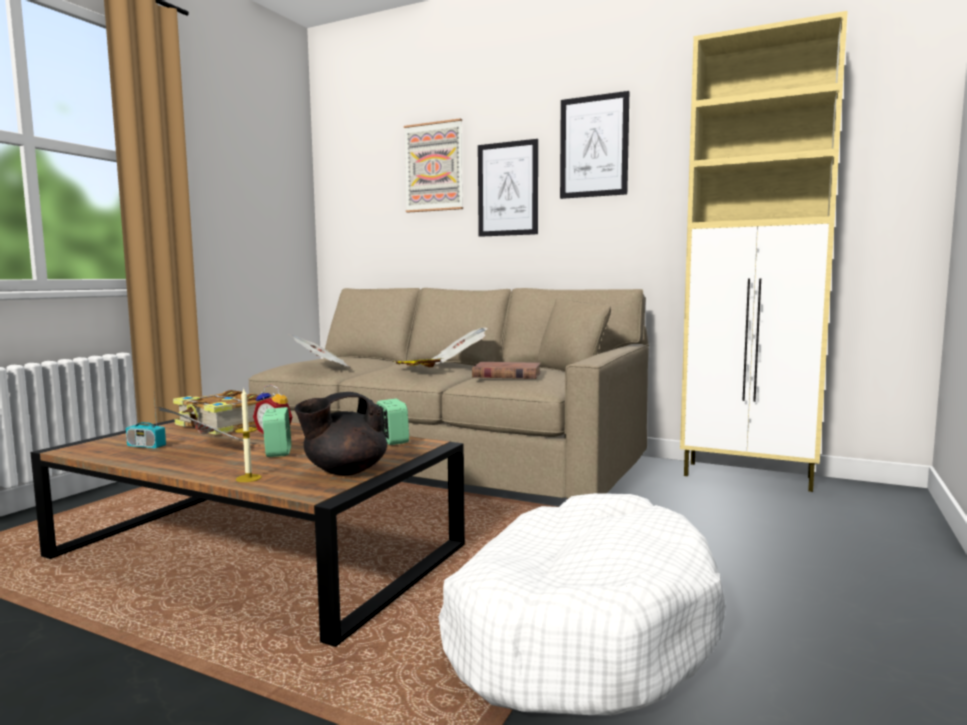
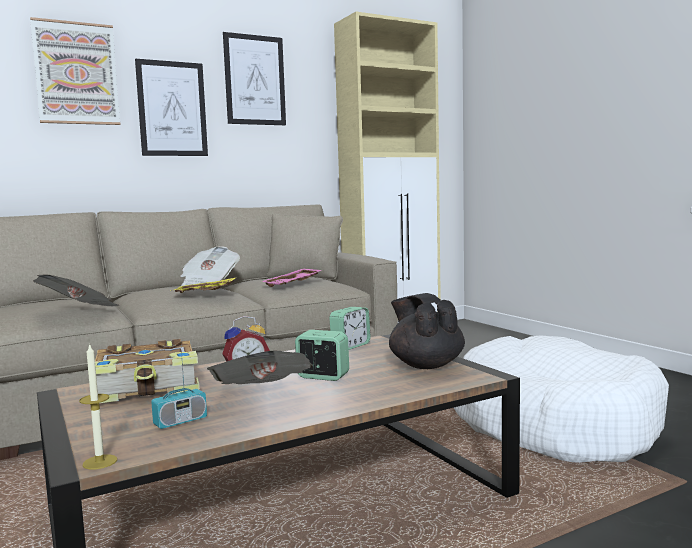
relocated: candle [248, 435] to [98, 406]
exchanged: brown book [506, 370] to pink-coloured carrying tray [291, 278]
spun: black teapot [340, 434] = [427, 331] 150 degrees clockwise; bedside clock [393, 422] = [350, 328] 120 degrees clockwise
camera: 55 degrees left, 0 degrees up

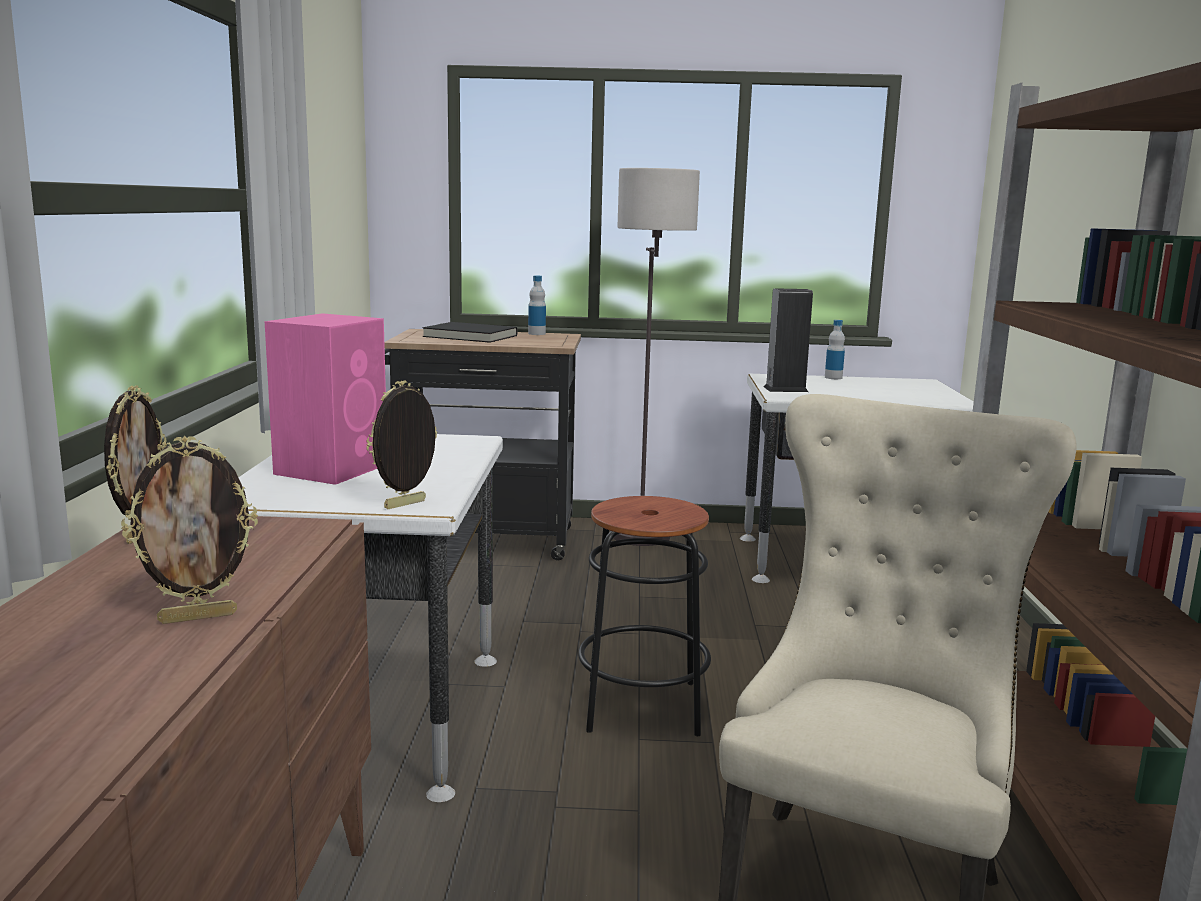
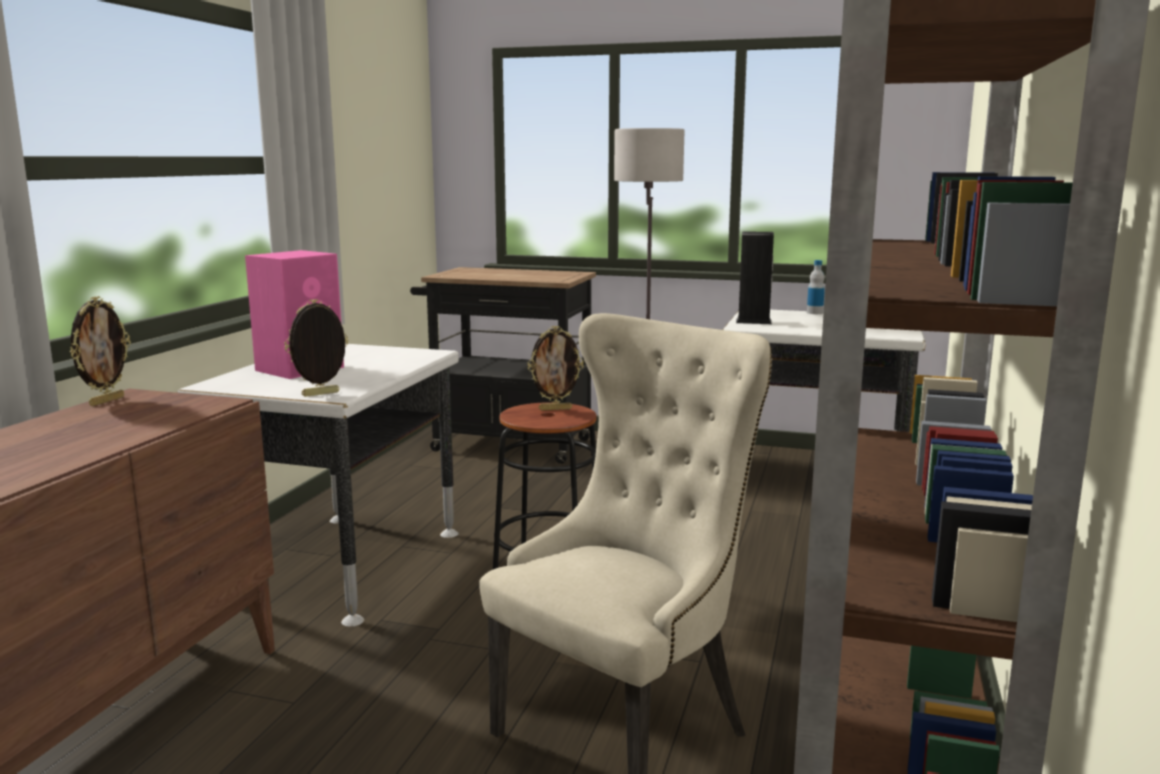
missing: black book [470, 332]; drink bottle [537, 305]
relocated: standing frame [189, 530] to [555, 368]
camera: 15 degrees right, 0 degrees up

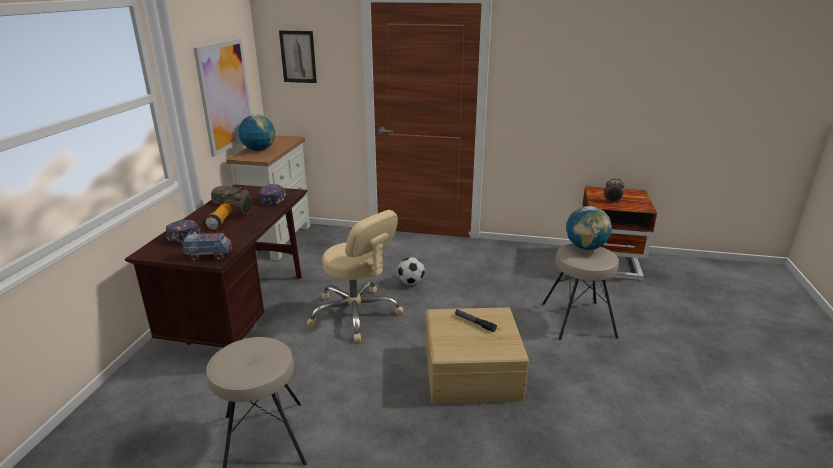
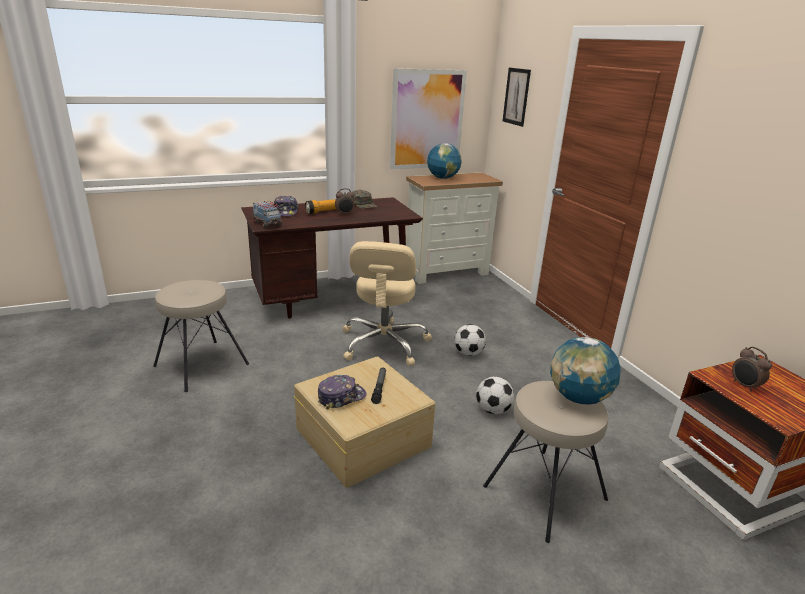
appeared: ball for football [495, 395]
relocated: cap [273, 194] to [342, 392]
camera: 55 degrees right, 0 degrees up

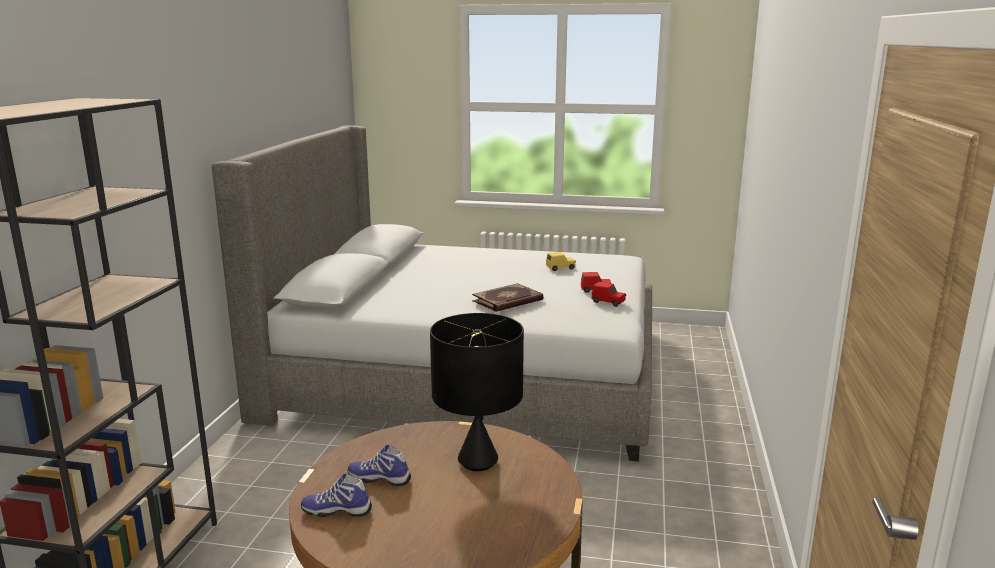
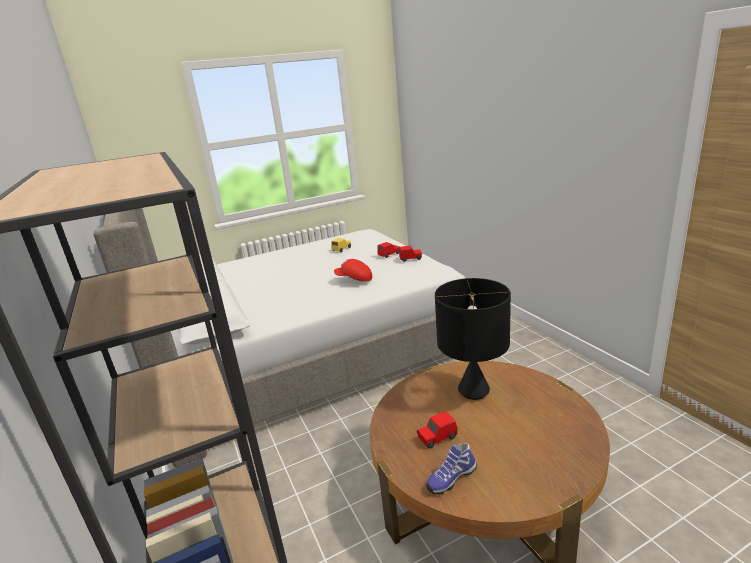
exchanged: item of footwear [379, 465] to reddish model car [437, 430]; book [507, 297] to reddish cap [353, 270]
camera: 35 degrees left, 5 degrees up

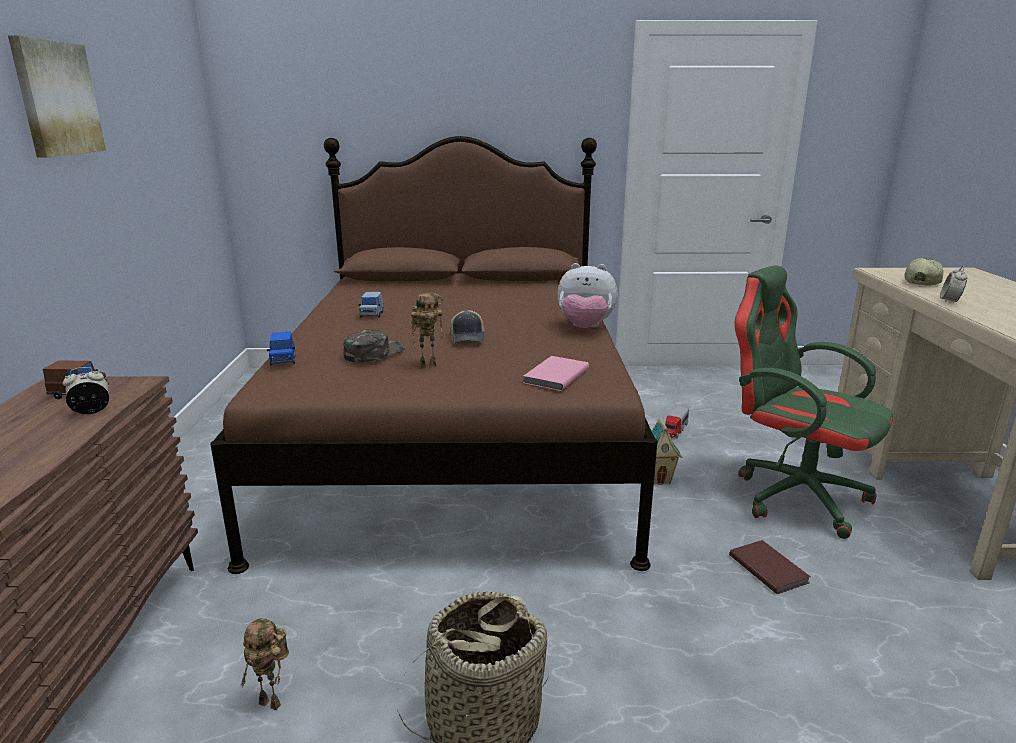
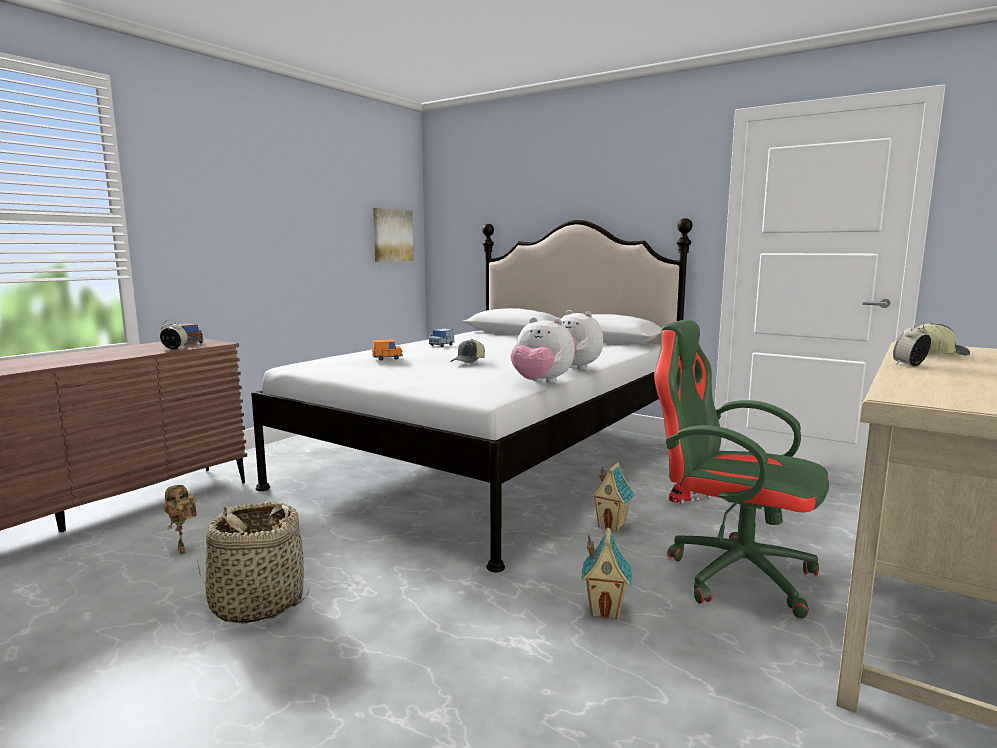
missing: blue-coloured model car [281, 348]; model robot [427, 330]; pink-coloured book [556, 373]
appeared: plush toy [542, 350]
relocated: wall art [57, 96] to [393, 235]
exchanged: green cap [374, 345] to orange model car [387, 349]; brown book [770, 567] to toy house [606, 573]
colour: brown sleeping bed [434, 355] to whitish sleeping bed [471, 395]
spun: green office chair [814, 402] = [741, 469] 45 degrees counterclockwise
camera: 35 degrees right, 10 degrees down

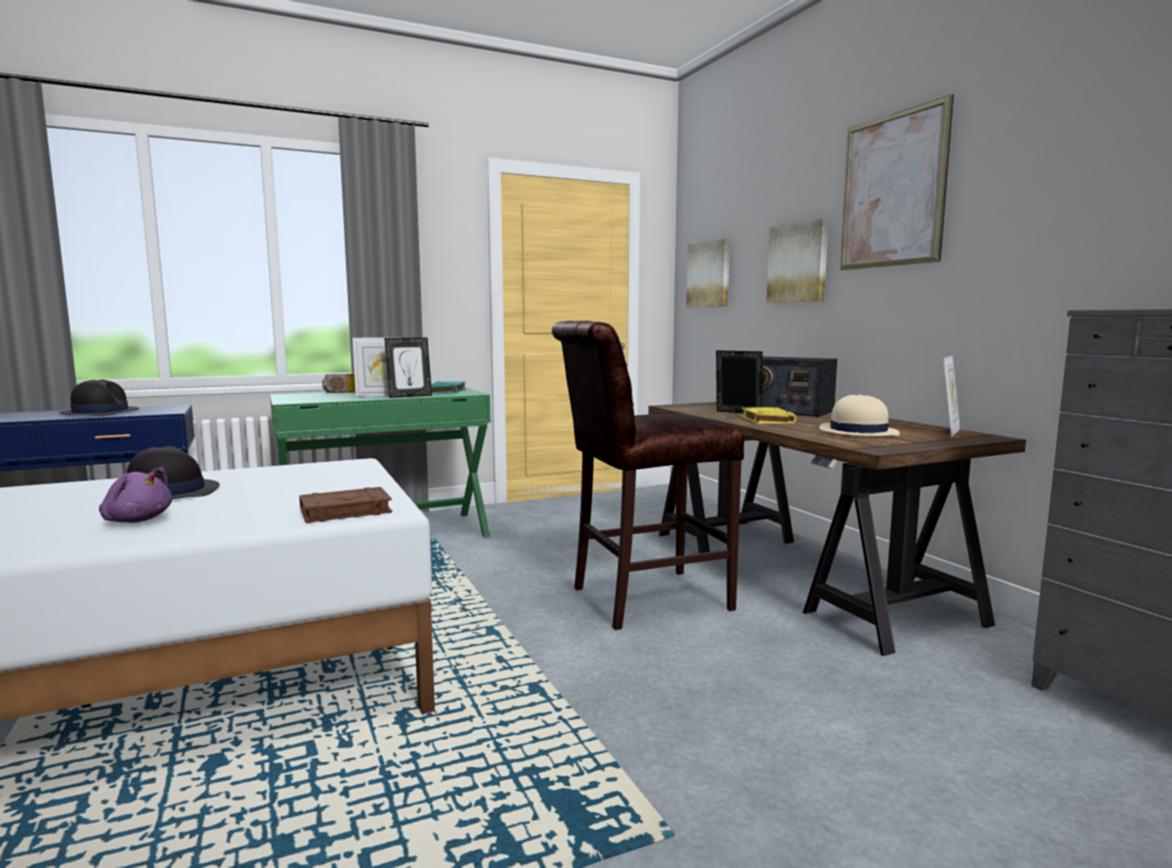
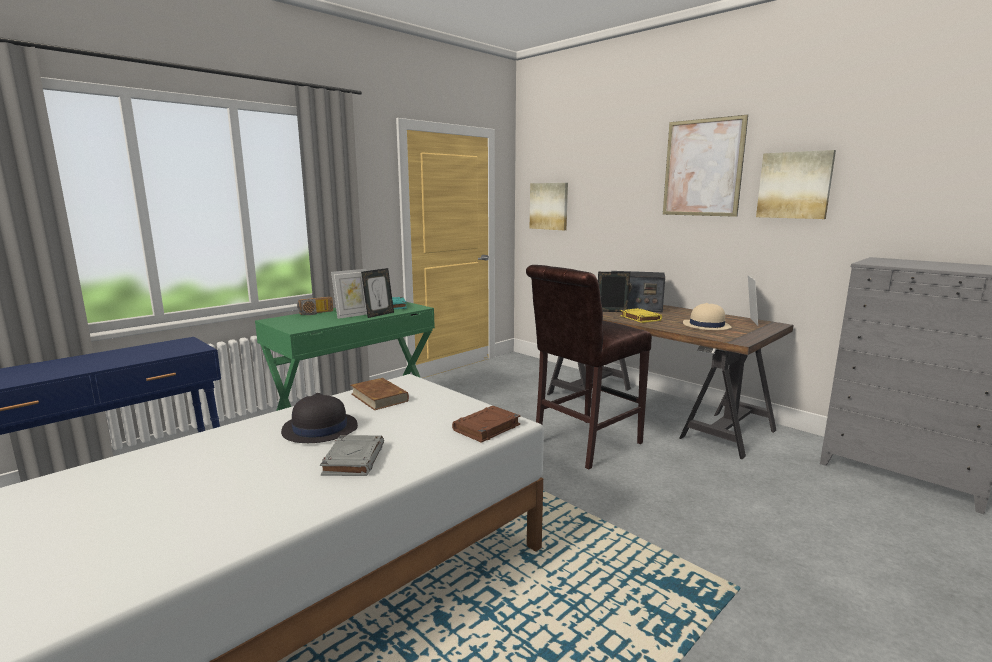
missing: black wearable hat [99, 398]
appeared: brown book [380, 394]
relocated: wall art [797, 260] to [796, 184]
exchanged: purple plush toy [135, 495] to greyish book [352, 455]
camera: 20 degrees left, 5 degrees up

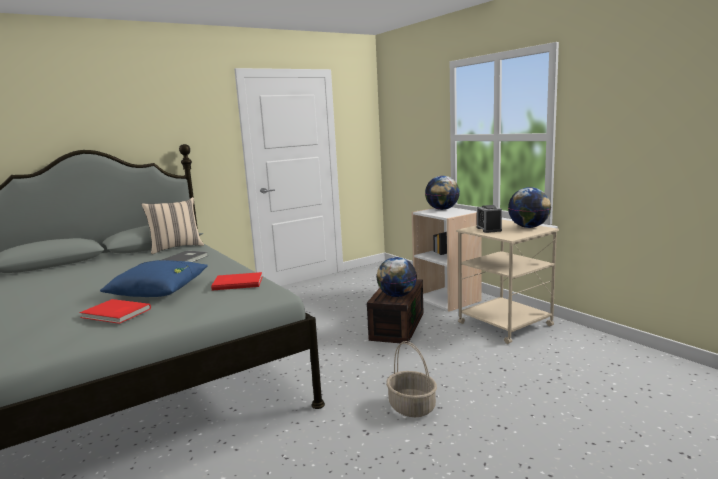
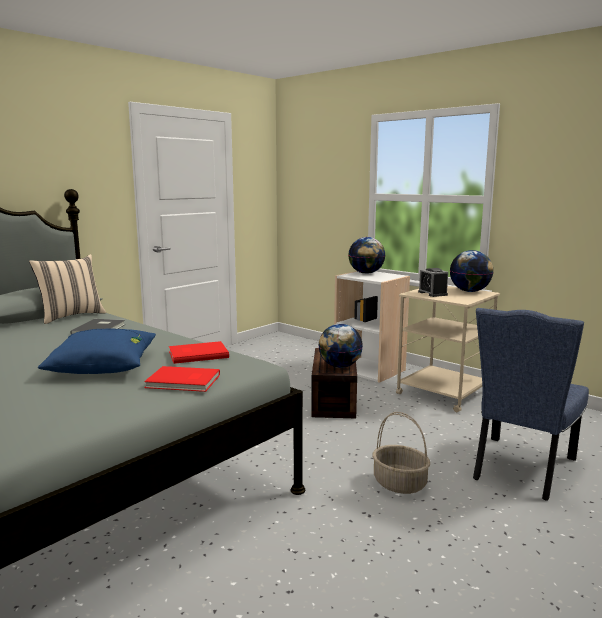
appeared: blue-coloured upright chair [531, 404]
relocated: reddish book [115, 311] to [182, 379]
camera: 15 degrees left, 0 degrees up

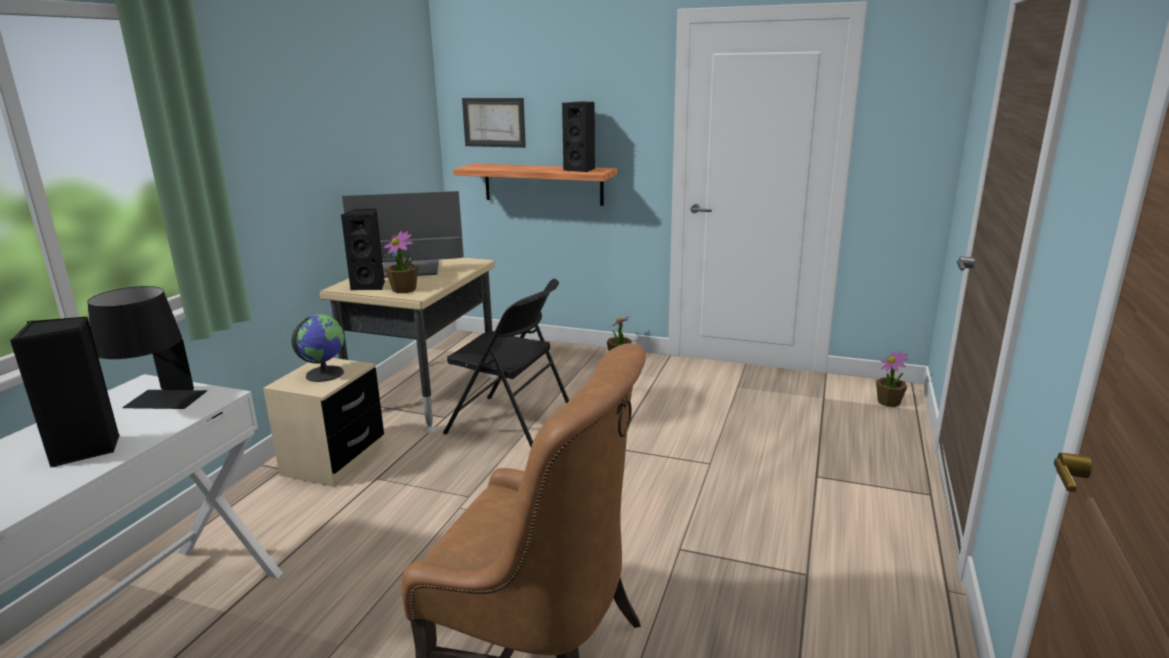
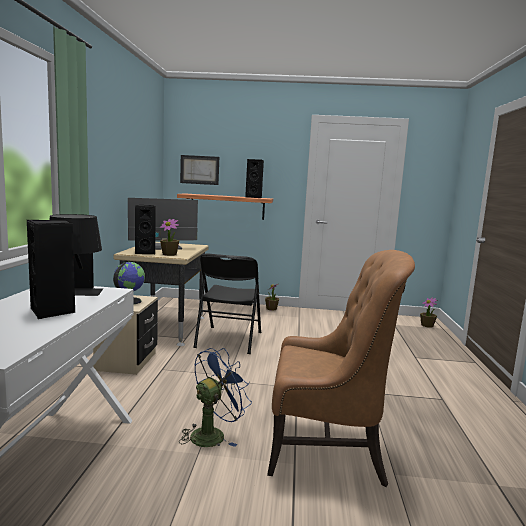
appeared: blue-coloured fan [215, 397]
spun: black upright chair [506, 363] = [227, 304] 90 degrees clockwise
camera: 15 degrees left, 10 degrees down

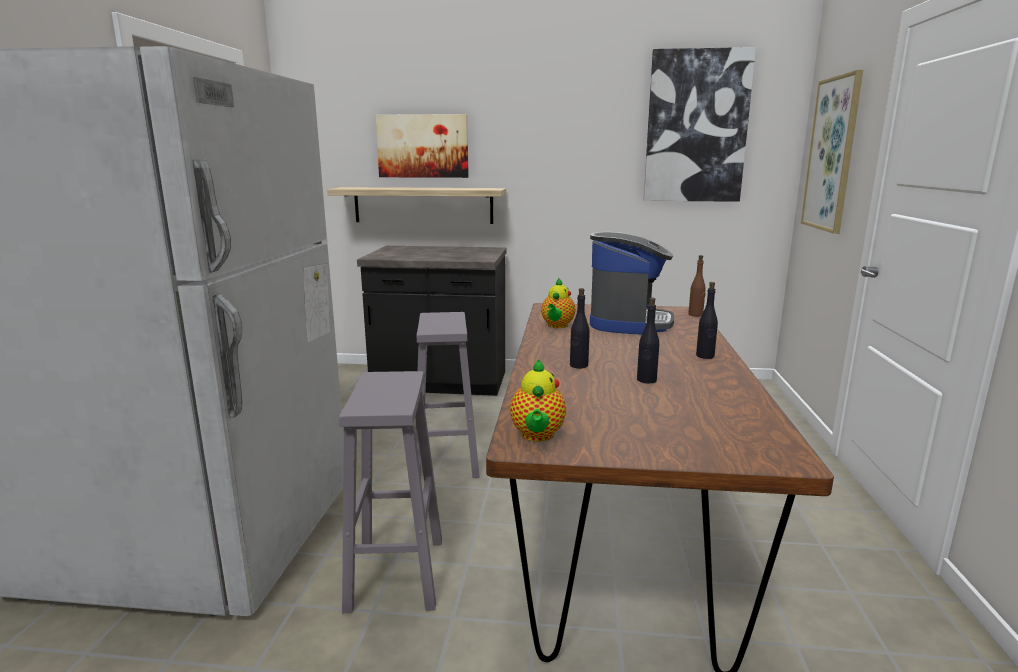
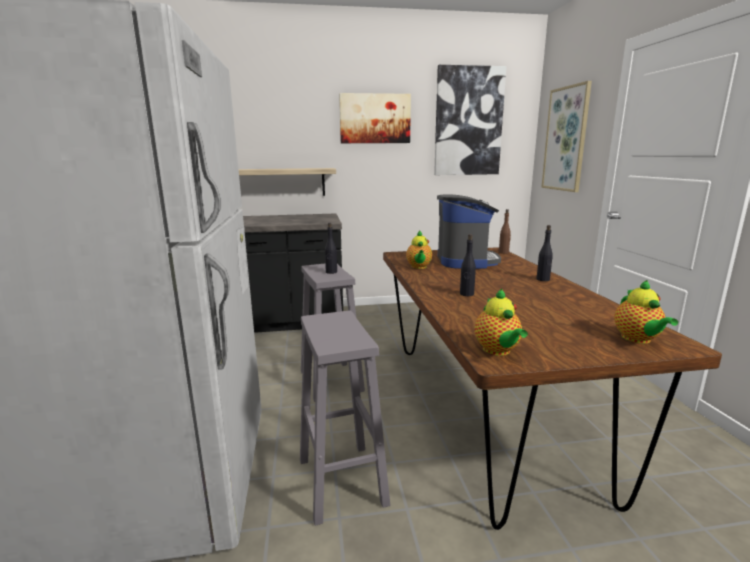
appeared: teapot [646, 312]
relocated: wall art [422, 146] to [375, 118]; black drink bottle [648, 341] to [331, 248]
camera: 15 degrees left, 0 degrees up

